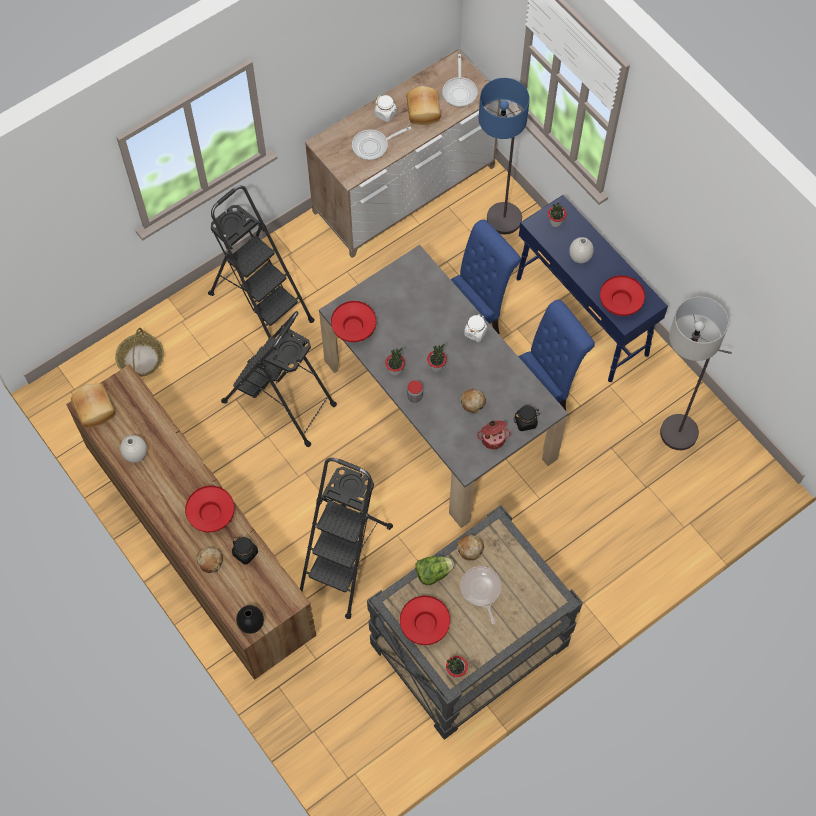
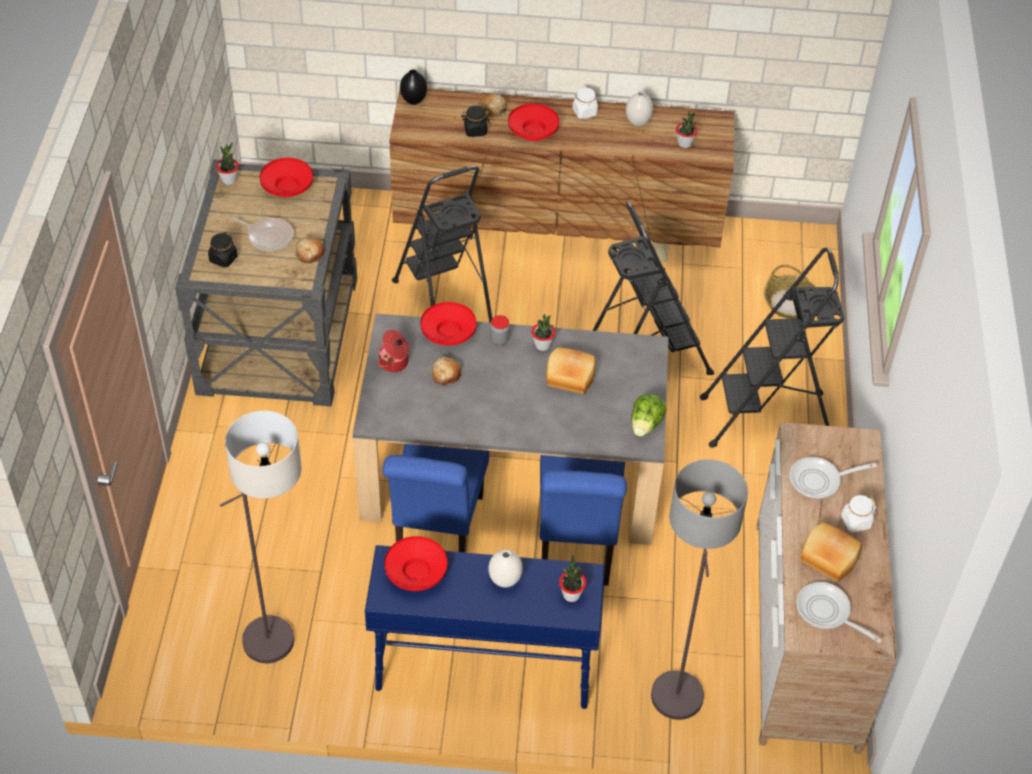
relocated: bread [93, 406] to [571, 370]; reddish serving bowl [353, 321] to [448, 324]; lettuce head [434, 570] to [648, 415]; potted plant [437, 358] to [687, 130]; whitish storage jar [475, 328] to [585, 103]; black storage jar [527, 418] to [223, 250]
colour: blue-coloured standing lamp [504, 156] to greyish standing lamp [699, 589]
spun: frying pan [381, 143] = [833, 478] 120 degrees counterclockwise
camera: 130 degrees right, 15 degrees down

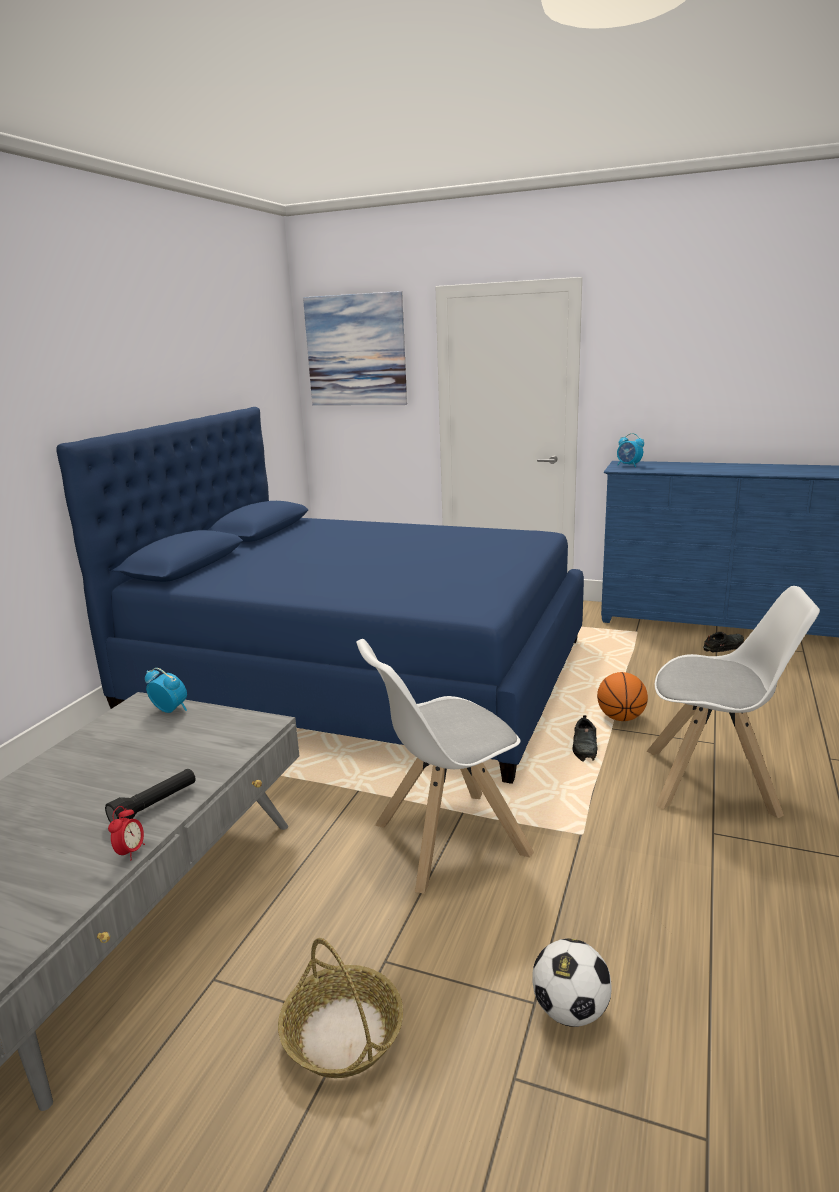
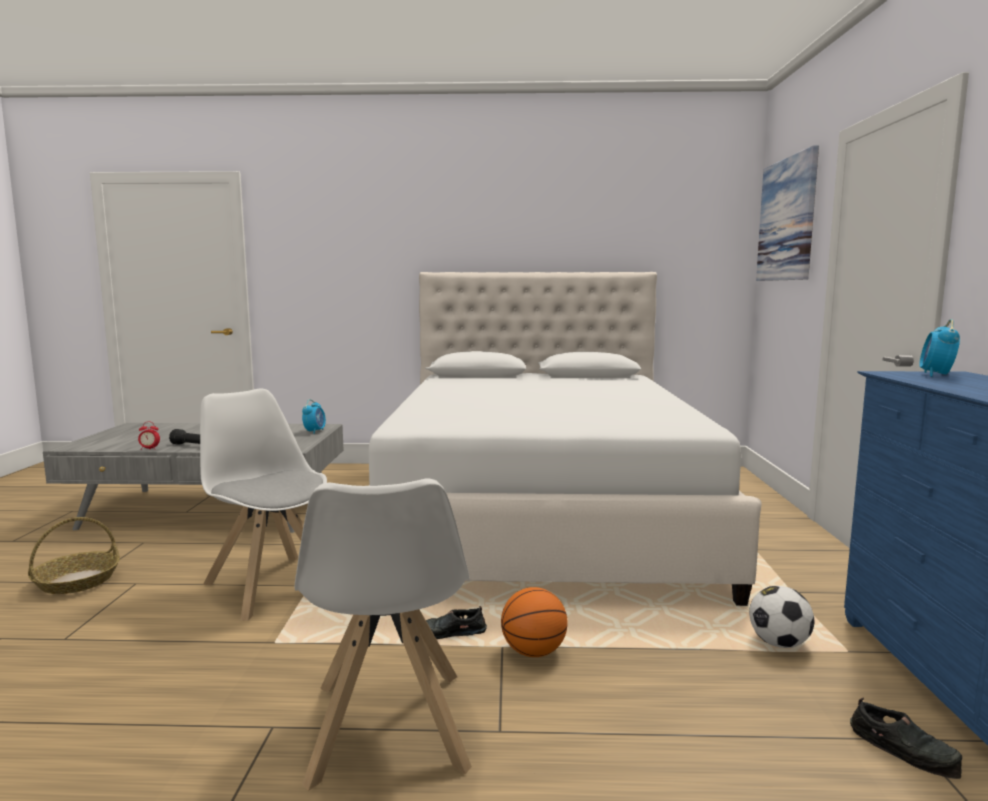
relocated: ball for football [572, 982] to [781, 617]
colour: blue-coloured sleeping bed [320, 595] to whitish sleeping bed [565, 439]
camera: 70 degrees right, 10 degrees down

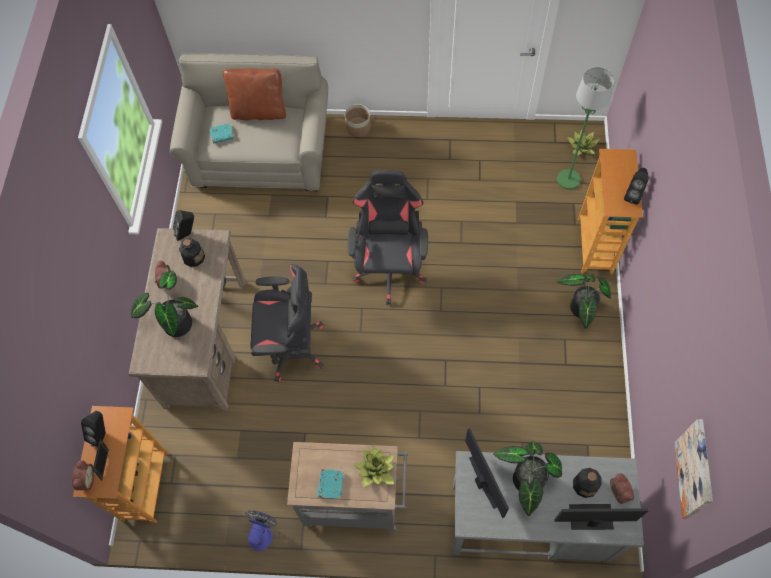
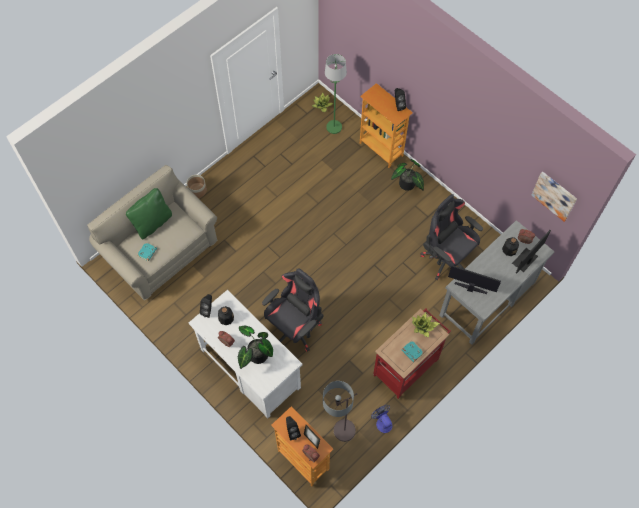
missing: potted plant [527, 478]
appeared: greyish standing lamp [340, 411]
relocated: black office chair [387, 237] to [451, 237]
colour: brown desk [187, 319] to whitish desk [246, 354]; brown throw pillow [254, 94] to green throw pillow [149, 213]; greyish cart [347, 486] to reddish cart [412, 353]
camera: 50 degrees left, 0 degrees up

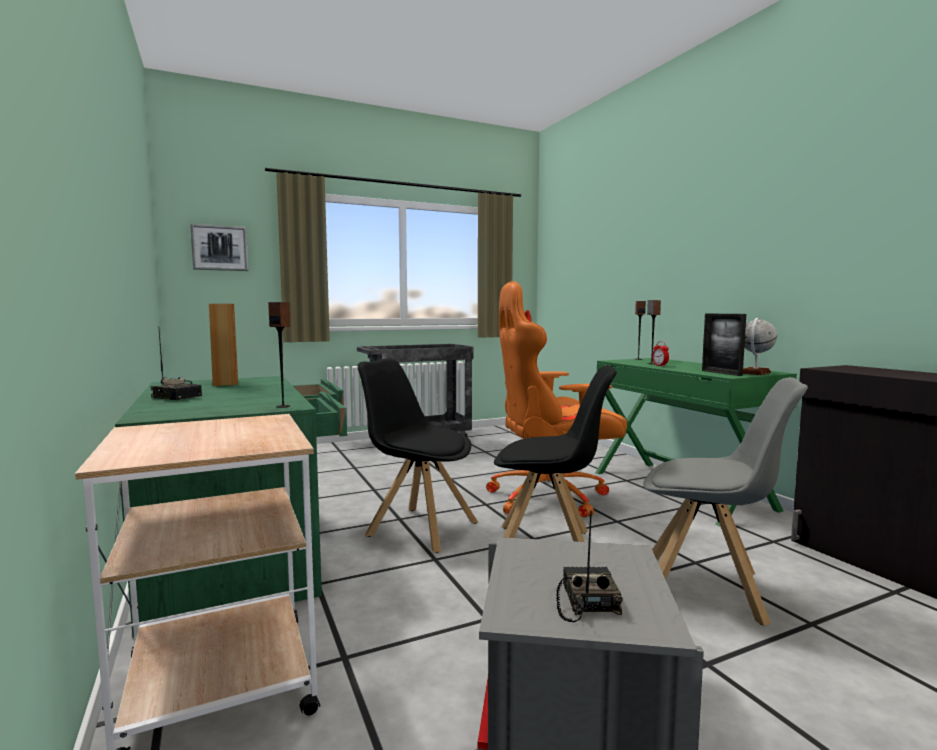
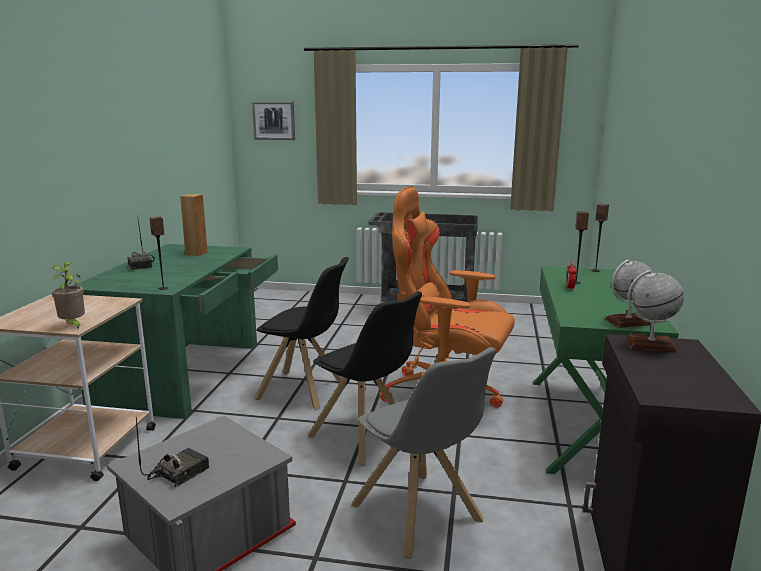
missing: standing frame [724, 345]
appeared: potted plant [67, 295]; world globe [654, 311]
spun: black upright chair [418, 455] = [301, 333] 135 degrees clockwise
camera: 35 degrees right, 10 degrees up

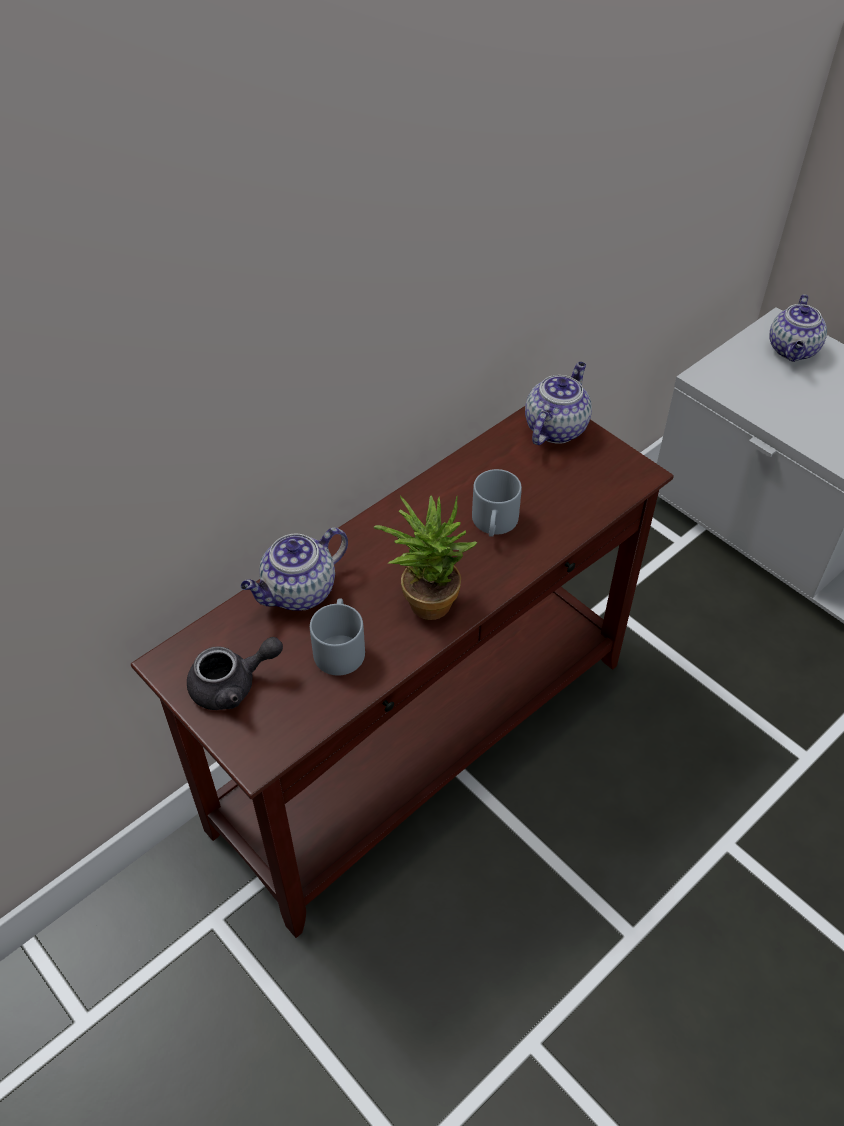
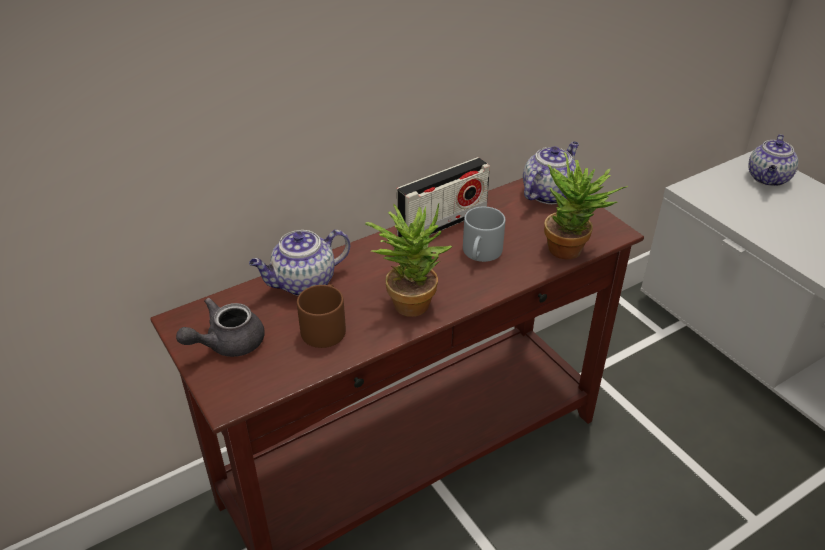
appeared: radio set [443, 197]; potted plant [586, 205]
colour: greyish mug [337, 637] to brown mug [321, 316]
spun: greyish teapot [235, 673] = [220, 327] 150 degrees clockwise
camera: 10 degrees right, 10 degrees down

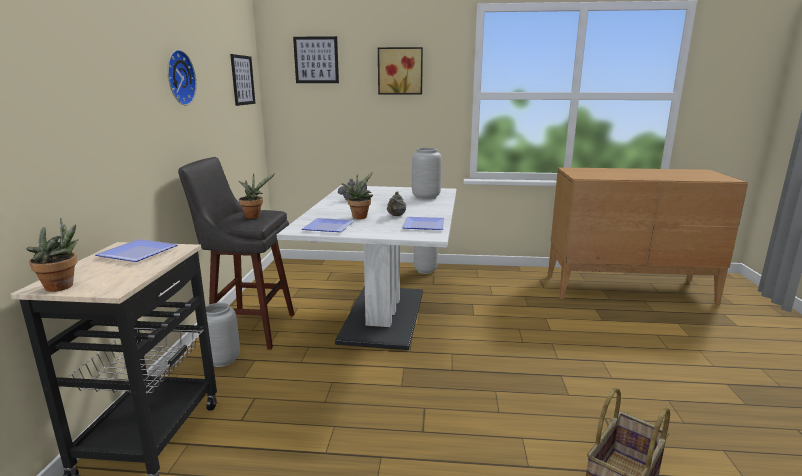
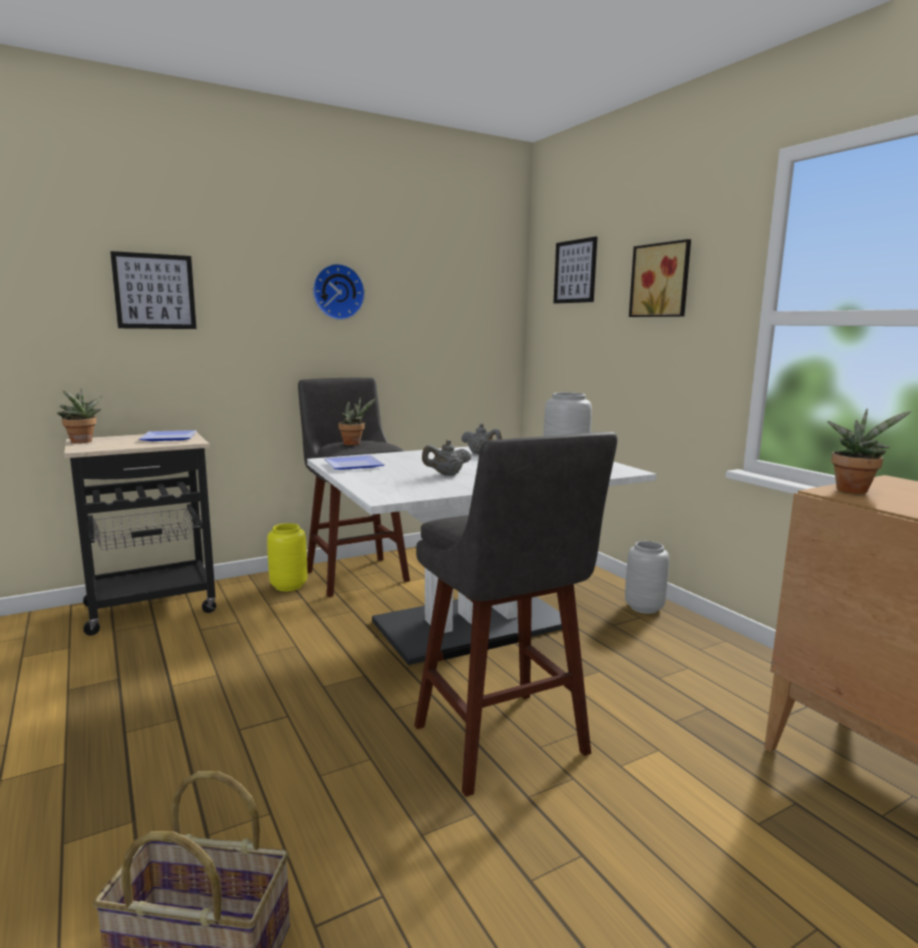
missing: dinner plate [423, 223]
appeared: greyish sitting stool [515, 614]
relocated: wall art [243, 80] to [153, 290]; potted plant [357, 195] to [869, 451]
colour: greyish decorative vase [223, 335] to yellowish decorative vase [287, 557]
camera: 55 degrees right, 5 degrees down

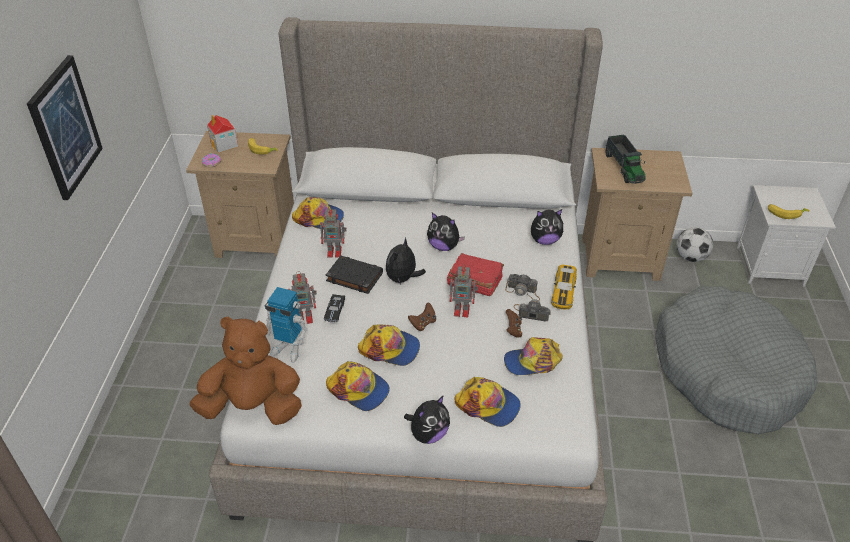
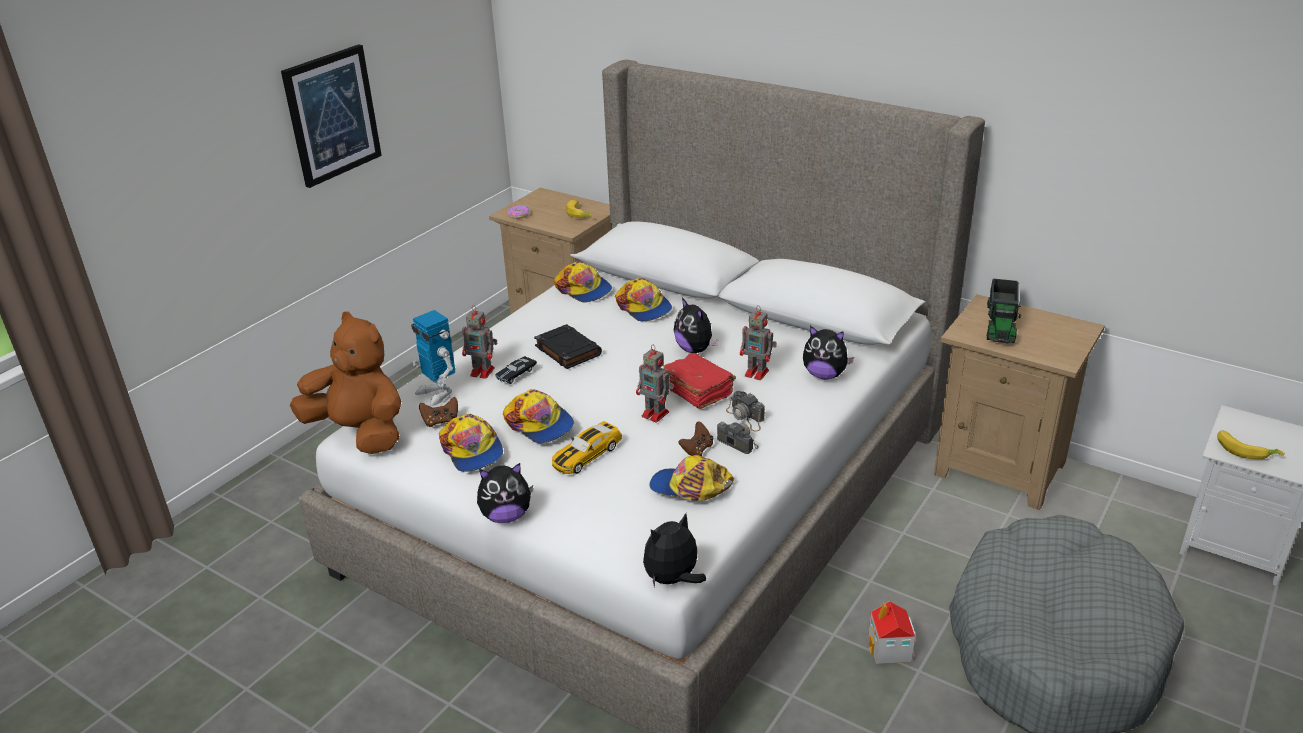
missing: ball for football [694, 244]
relocated: toy house [222, 134] to [892, 632]; model robot [333, 231] to [758, 342]; plush toy [406, 260] to [674, 550]; brown joypad [422, 317] to [438, 412]; cap [488, 402] to [643, 299]; model car [564, 286] to [587, 447]
camera: 30 degrees right, 10 degrees down

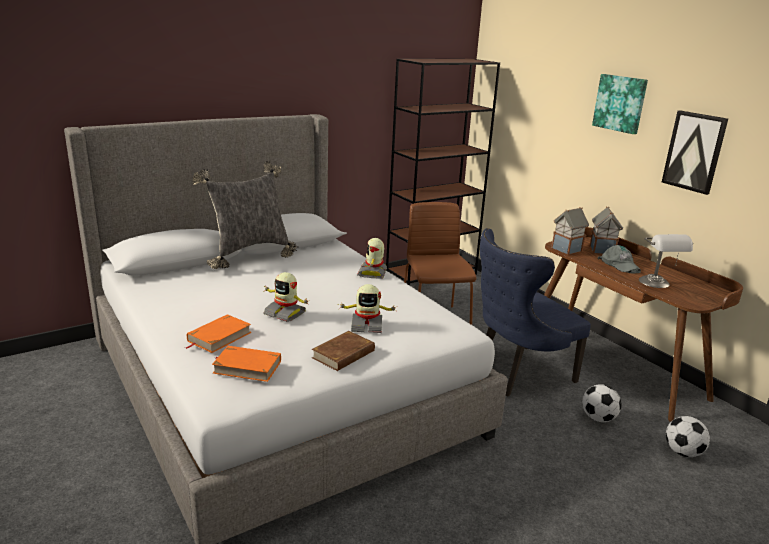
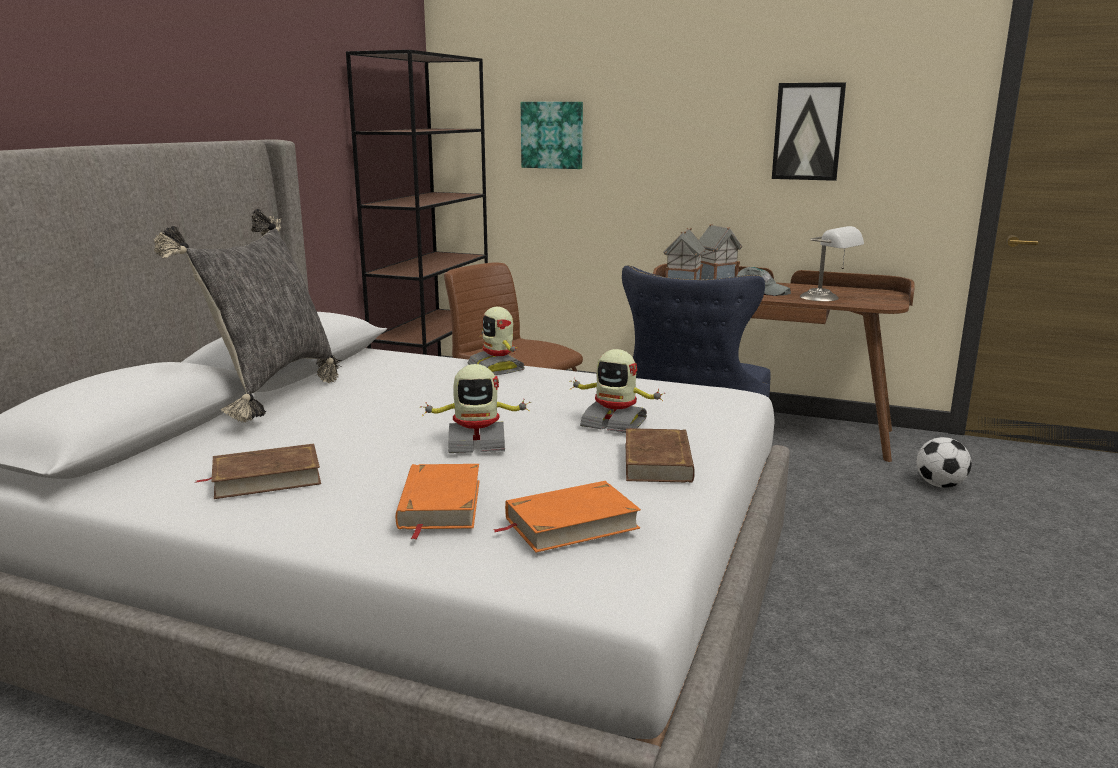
missing: ball for football [602, 403]
appeared: brown book [258, 471]
relocated: wall art [620, 104] to [552, 135]
spun: model robot [368, 308] = [617, 391] 60 degrees clockwise
camera: 35 degrees left, 5 degrees down

